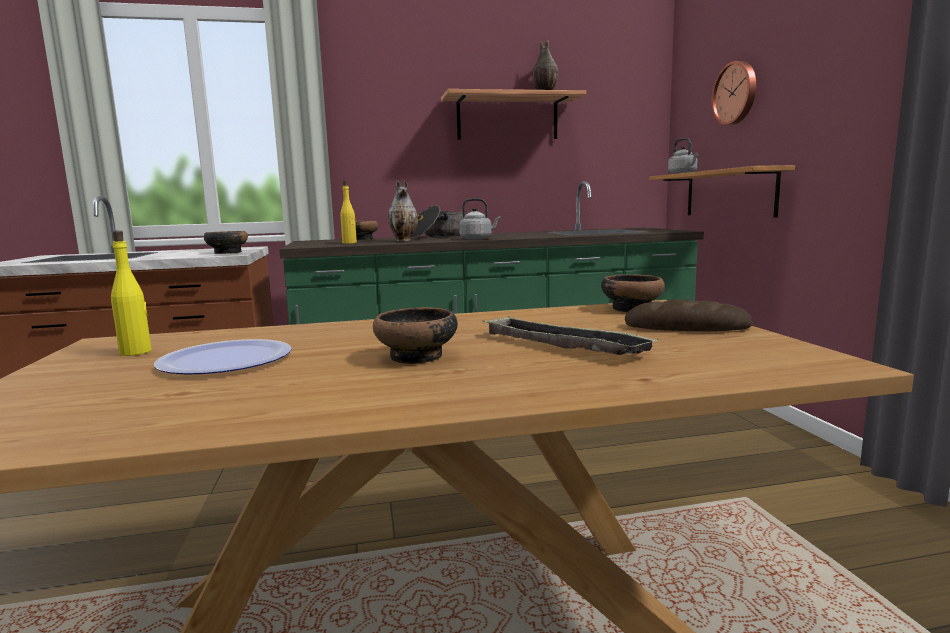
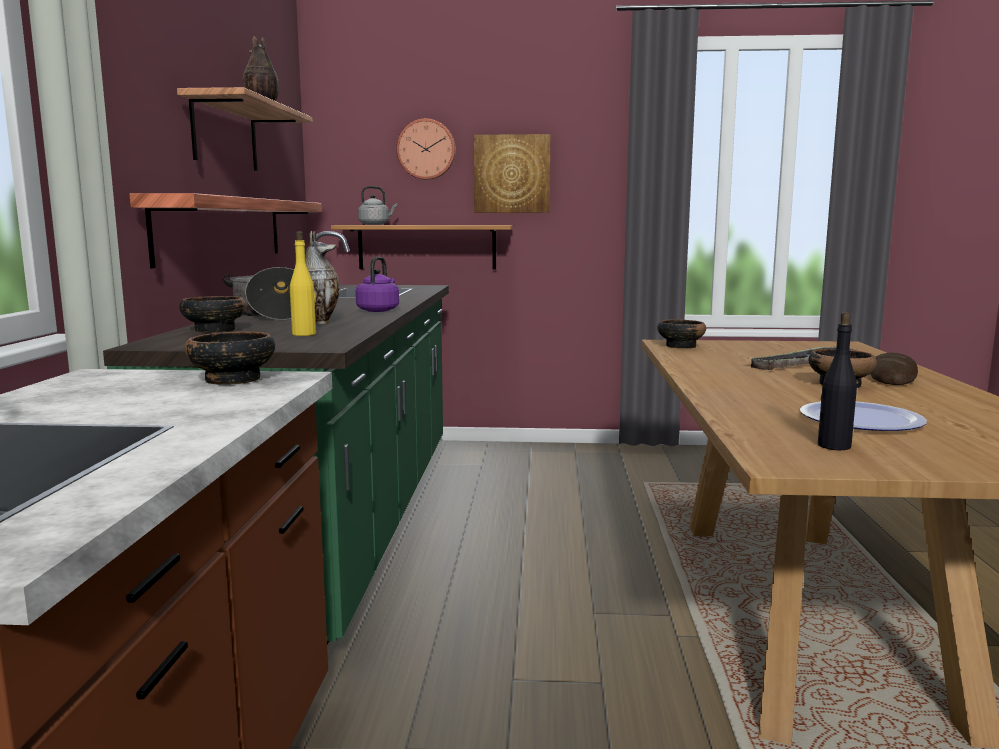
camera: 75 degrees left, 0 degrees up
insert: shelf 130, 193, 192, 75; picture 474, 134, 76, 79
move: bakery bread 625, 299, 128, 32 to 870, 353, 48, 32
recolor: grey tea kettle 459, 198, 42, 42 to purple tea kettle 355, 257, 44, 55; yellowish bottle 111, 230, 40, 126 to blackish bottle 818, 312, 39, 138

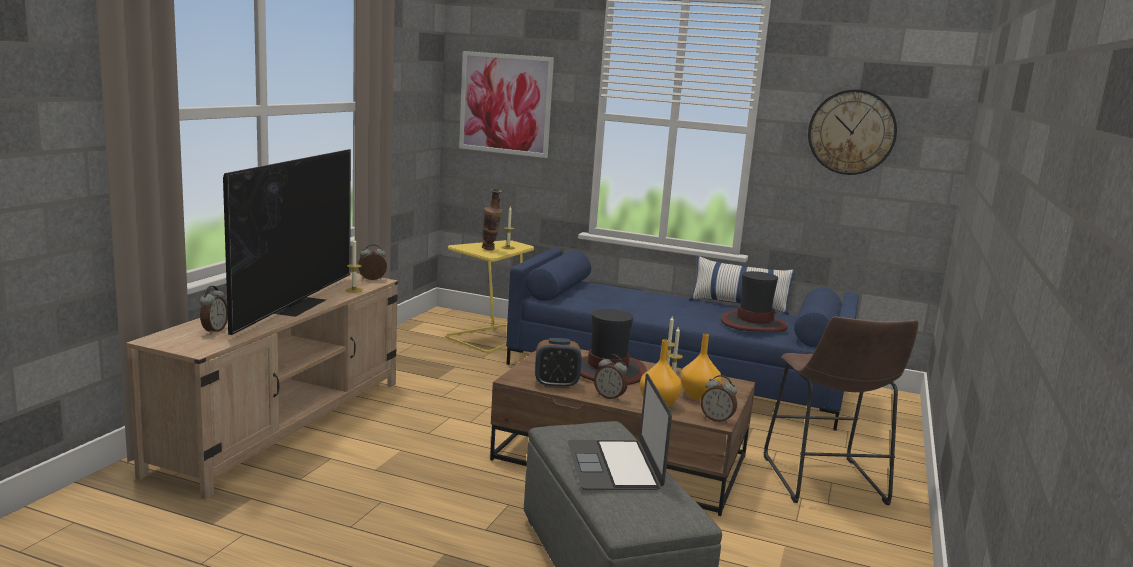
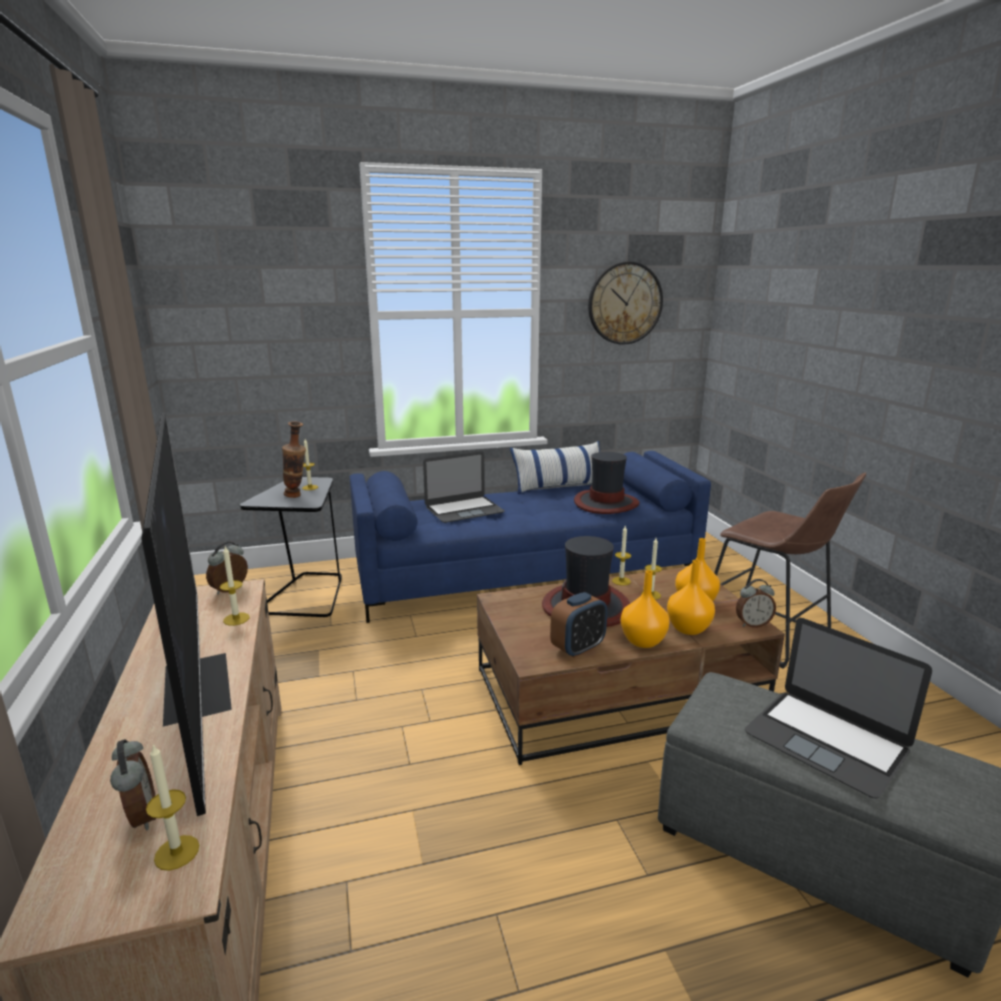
camera: 35 degrees left, 5 degrees up
delete: picture 459, 51, 95, 107
insert: wax light 146, 744, 53, 127; notebook computer 423, 451, 82, 72
replace: table clock 594, 354, 34, 47 to orange-coloured flower vase 621, 570, 49, 78
recolor: yellowish side table 445, 240, 89, 113 to blackish side table 240, 477, 102, 141

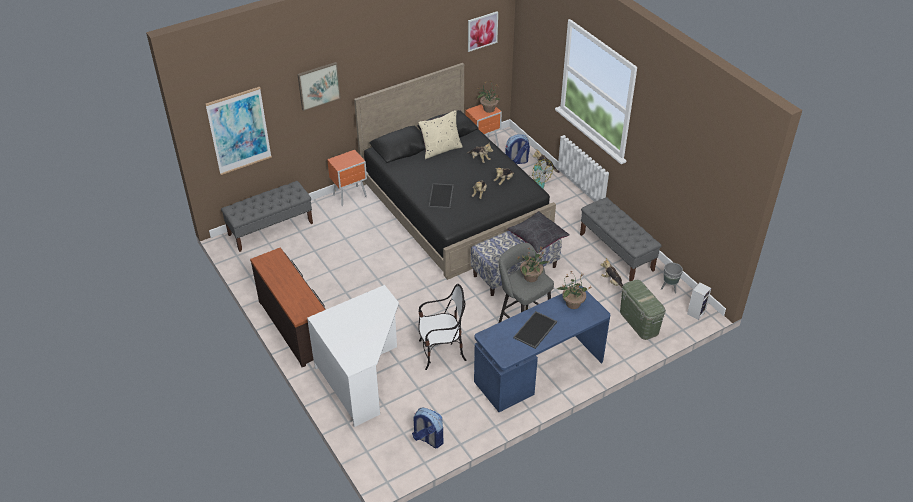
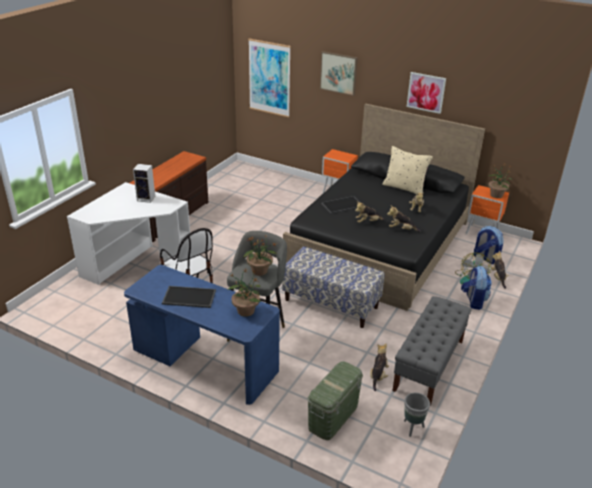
camera: 60 degrees right, 10 degrees down
delete: grey indoor bench 221, 181, 92, 71; blackish throw pillow 507, 211, 62, 42
move: loudspeaker 687, 283, 24, 37 to 133, 164, 22, 39; picture 468, 11, 30, 41 to 406, 72, 40, 42; rucksack 412, 407, 32, 41 to 461, 266, 31, 44

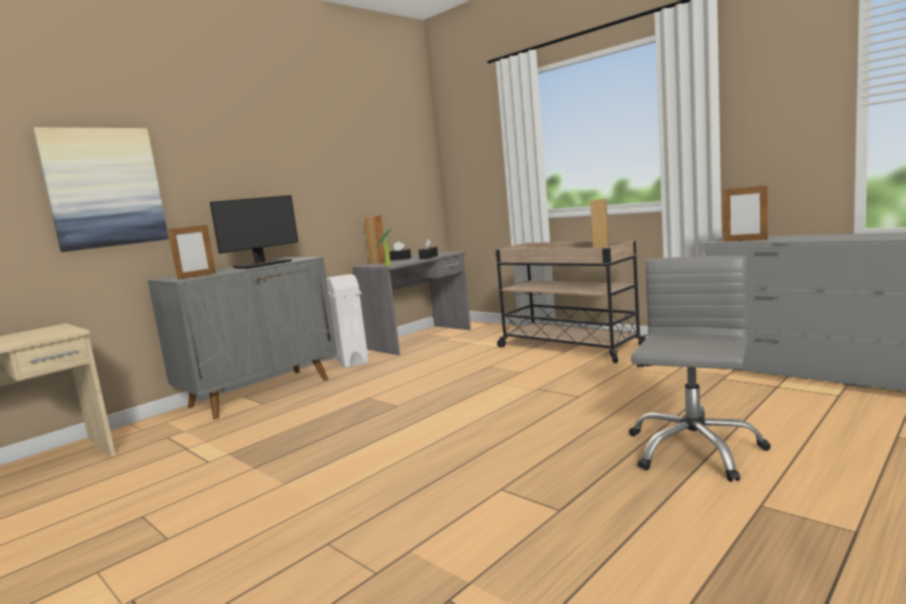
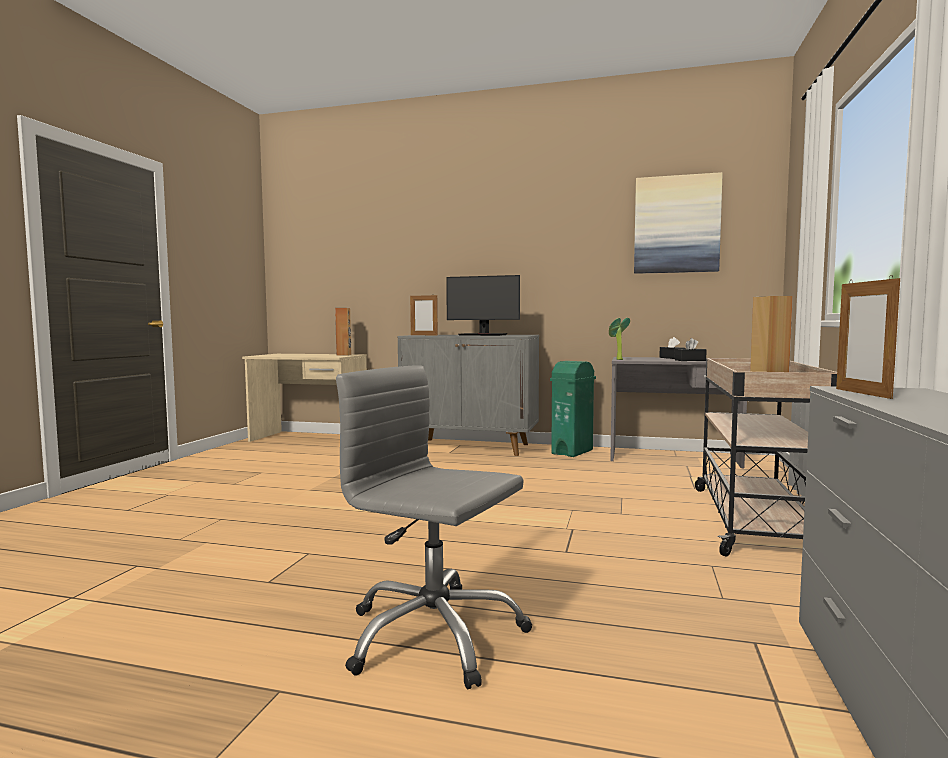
camera: 60 degrees right, 5 degrees down
move: brown-coloured loudspeaker 364, 216, 21, 48 to 335, 308, 16, 48; picture 33, 127, 136, 125 to 634, 172, 89, 102
recolor: white trash can 326, 274, 43, 94 to green-coloured trash can 550, 361, 46, 96
rotate: grey computer chair 629, 256, 142, 226 = 336, 365, 196, 324 150 degrees counterclockwise

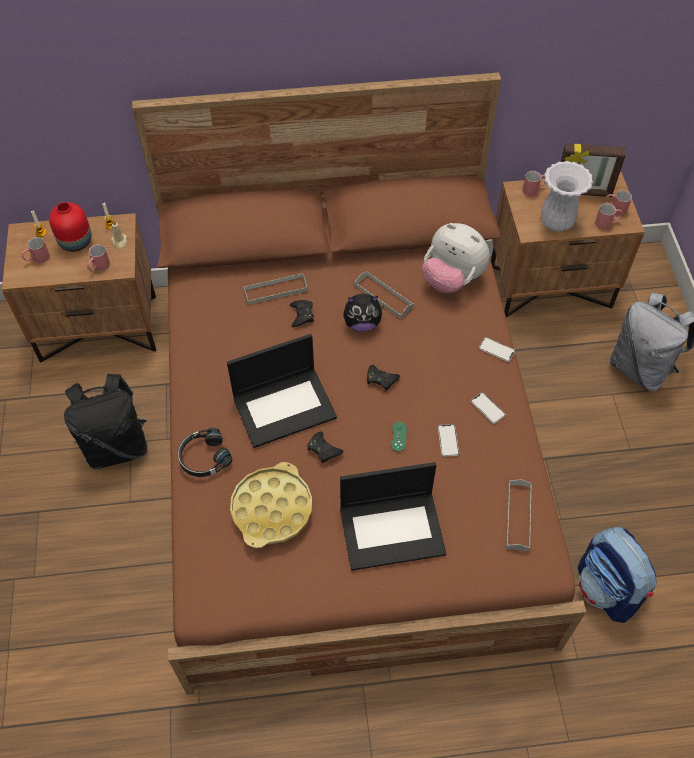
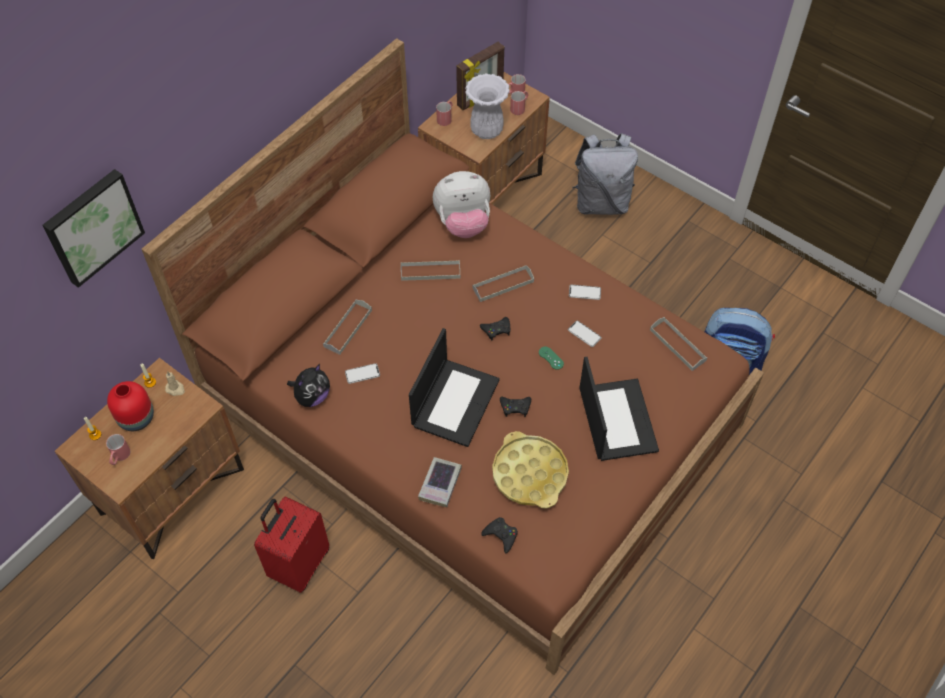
camera: 45 degrees left, 0 degrees up
delete: reddish mug 87, 244, 23, 28
insert: picture 43, 169, 102, 119; grey serving tray 472, 265, 62, 37
move: soft toy 343, 294, 41, 38 to 287, 364, 43, 43; handset 479, 337, 36, 25 to 345, 363, 35, 21; blackish gamepad 290, 300, 24, 27 to 481, 517, 37, 36
replace: blackish rucksack 64, 374, 83, 95 to reddish piece of luggage 254, 496, 75, 97; blackish pair of headphones 178, 428, 54, 49 to book 418, 457, 44, 50
rotate: notebook computer 340, 462, 106, 109 = 579, 357, 80, 104 45 degrees counterclockwise

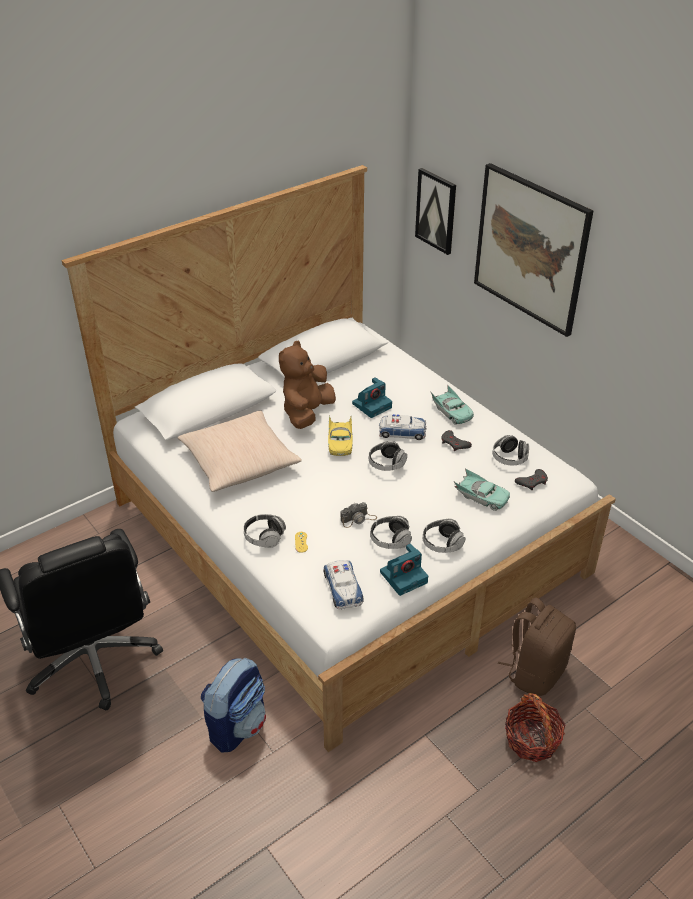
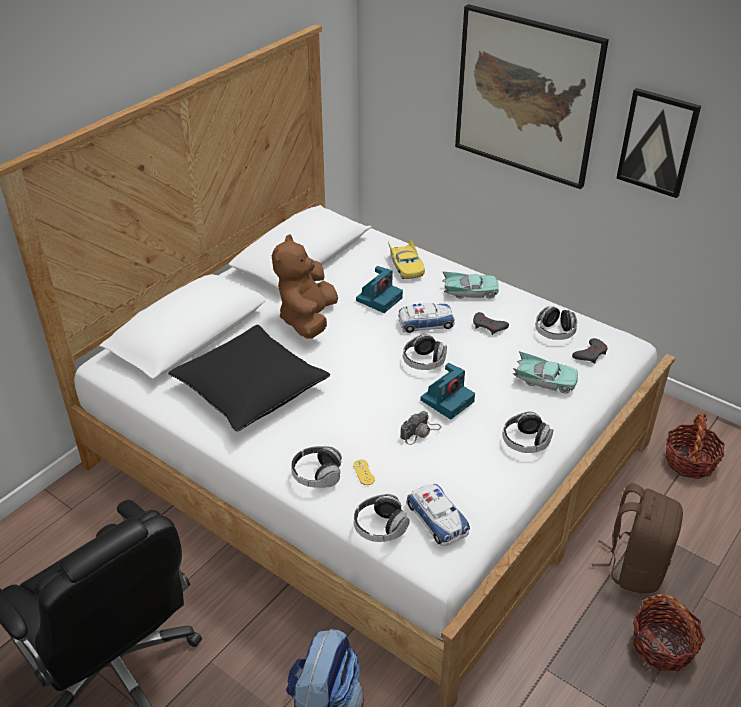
camera: 15 degrees left, 0 degrees up
insert: basket 665, 414, 60, 65
move: pair of headphones 370, 516, 42, 33 to 354, 494, 56, 48; yellowish toy car 328, 415, 25, 41 to 388, 238, 37, 41; still camera 380, 543, 48, 53 to 421, 363, 54, 56; picture 415, 168, 41, 87 to 616, 88, 85, 110
recolor: sand-coloured throw pillow 177, 411, 125, 81 to blackish throw pillow 168, 325, 162, 107
rotate: turquoise-coloured toy car 430, 386, 44, 39 = 442, 271, 57, 28 45 degrees counterclockwise

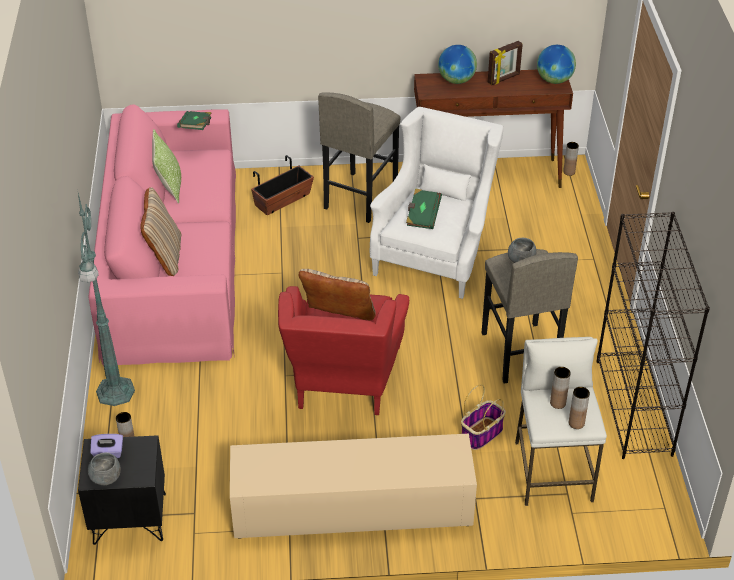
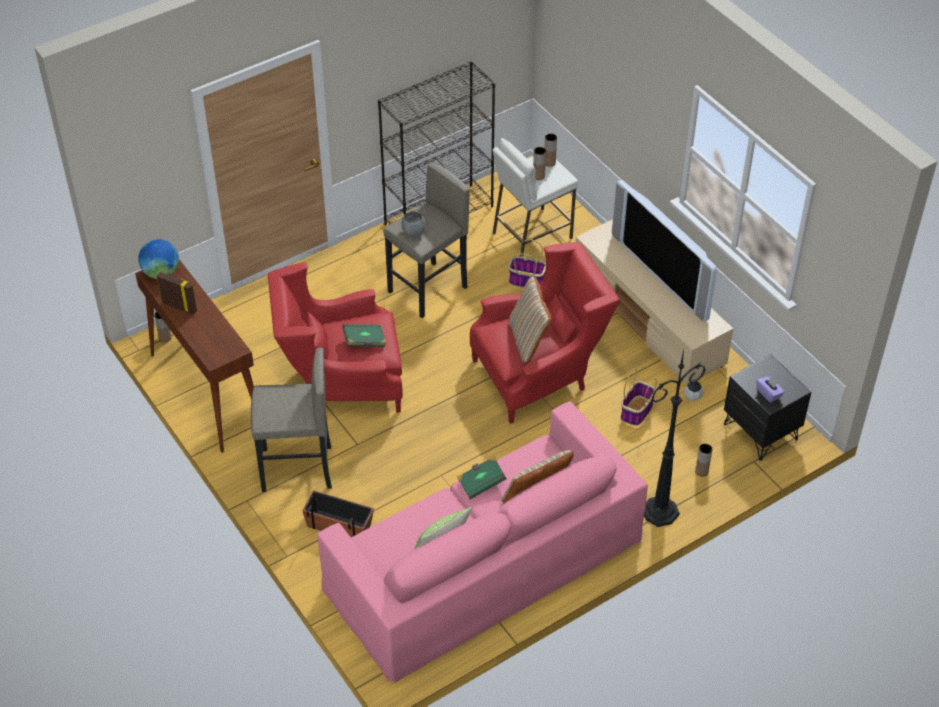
camera: 120 degrees left, 5 degrees up
delete: grey bowl 88, 453, 33, 32; world globe 438, 45, 39, 39
insert: television 612, 180, 105, 142; basket 621, 369, 36, 57
move: green-coloured book 177, 111, 35, 19 to 457, 456, 49, 43
recolor: white lounge chair 370, 107, 133, 192 to reddish lounge chair 268, 262, 135, 151; green-coloured standard lamp 78, 193, 57, 213 to blackish standard lamp 644, 349, 62, 178

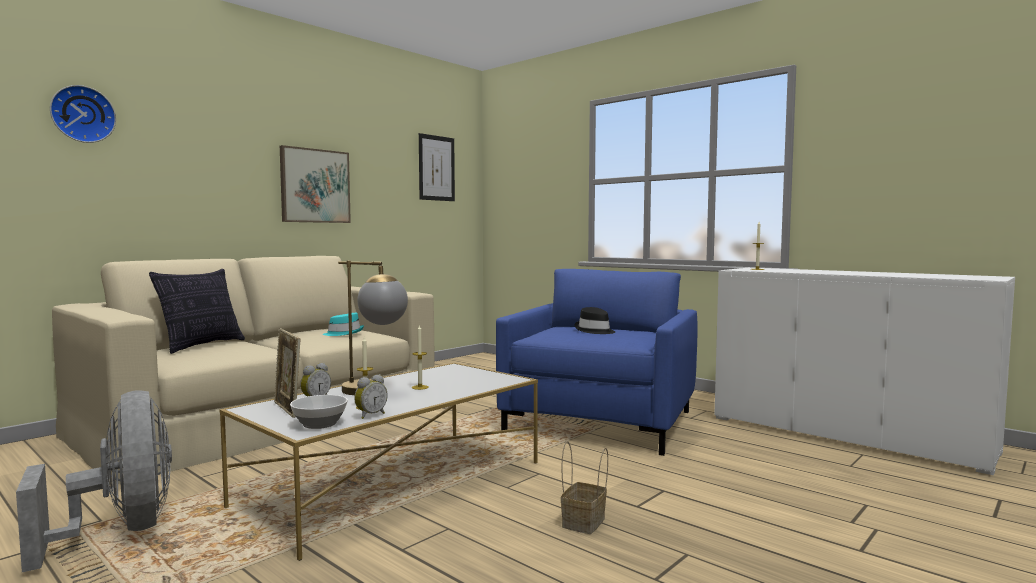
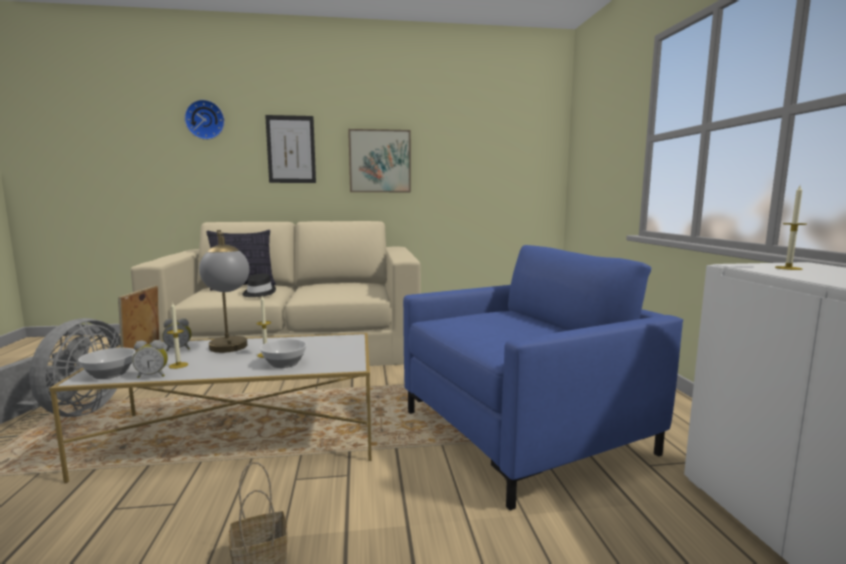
camera: 40 degrees right, 5 degrees up
delete: turquoise-coloured clothing hat 323, 313, 41, 23
insert: bowl 260, 339, 47, 29
move: blackish clothing hat 575, 307, 40, 27 to 242, 274, 34, 23; picture 419, 133, 36, 68 to 265, 115, 51, 68

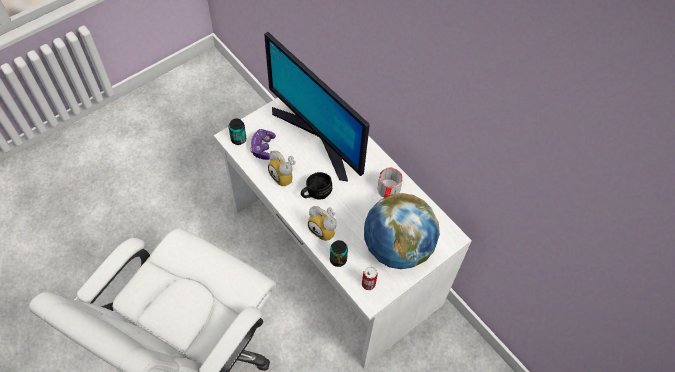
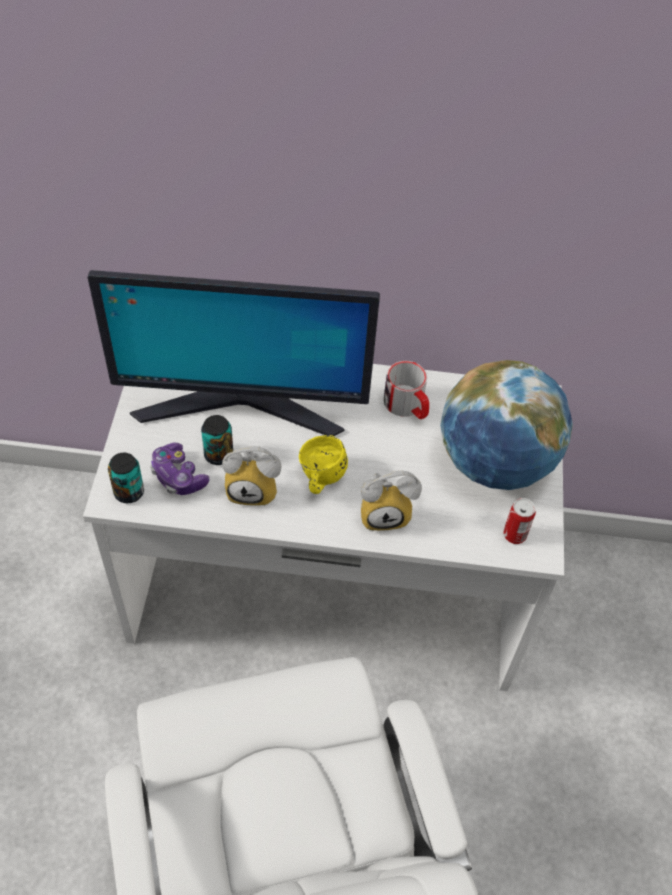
camera: 45 degrees left, 5 degrees down
move: can 330, 240, 18, 27 to 201, 415, 32, 50
recolor: blackish mug 301, 172, 31, 28 to yellowish mug 299, 435, 49, 59

